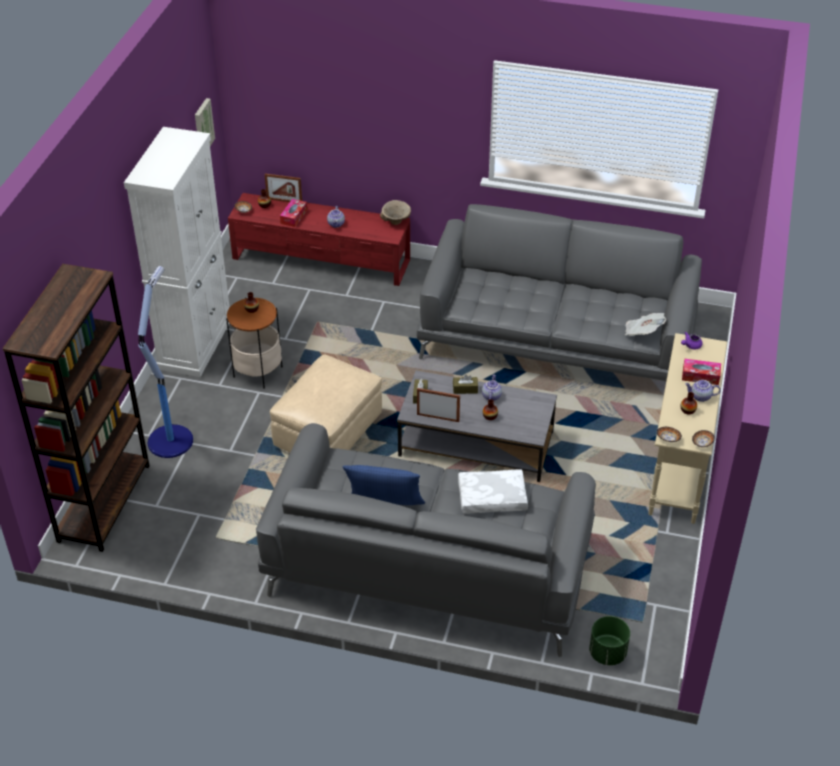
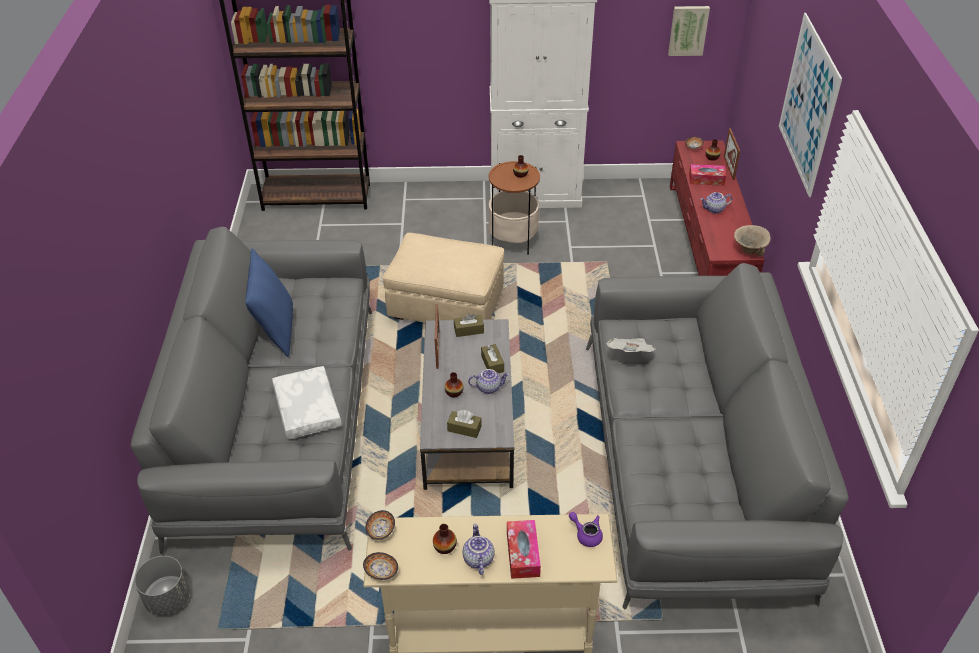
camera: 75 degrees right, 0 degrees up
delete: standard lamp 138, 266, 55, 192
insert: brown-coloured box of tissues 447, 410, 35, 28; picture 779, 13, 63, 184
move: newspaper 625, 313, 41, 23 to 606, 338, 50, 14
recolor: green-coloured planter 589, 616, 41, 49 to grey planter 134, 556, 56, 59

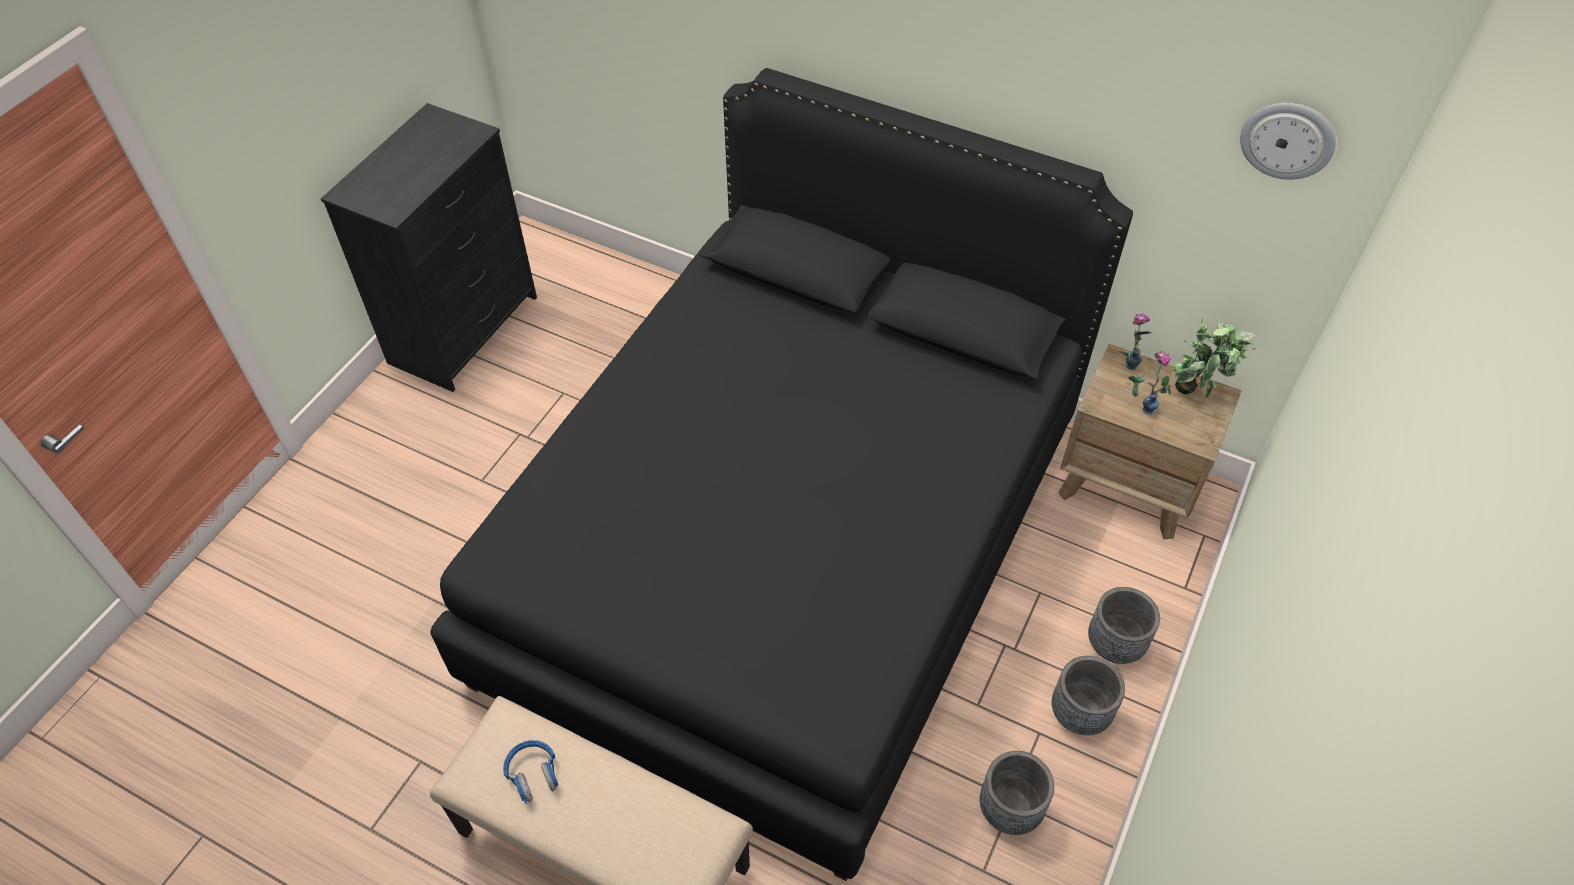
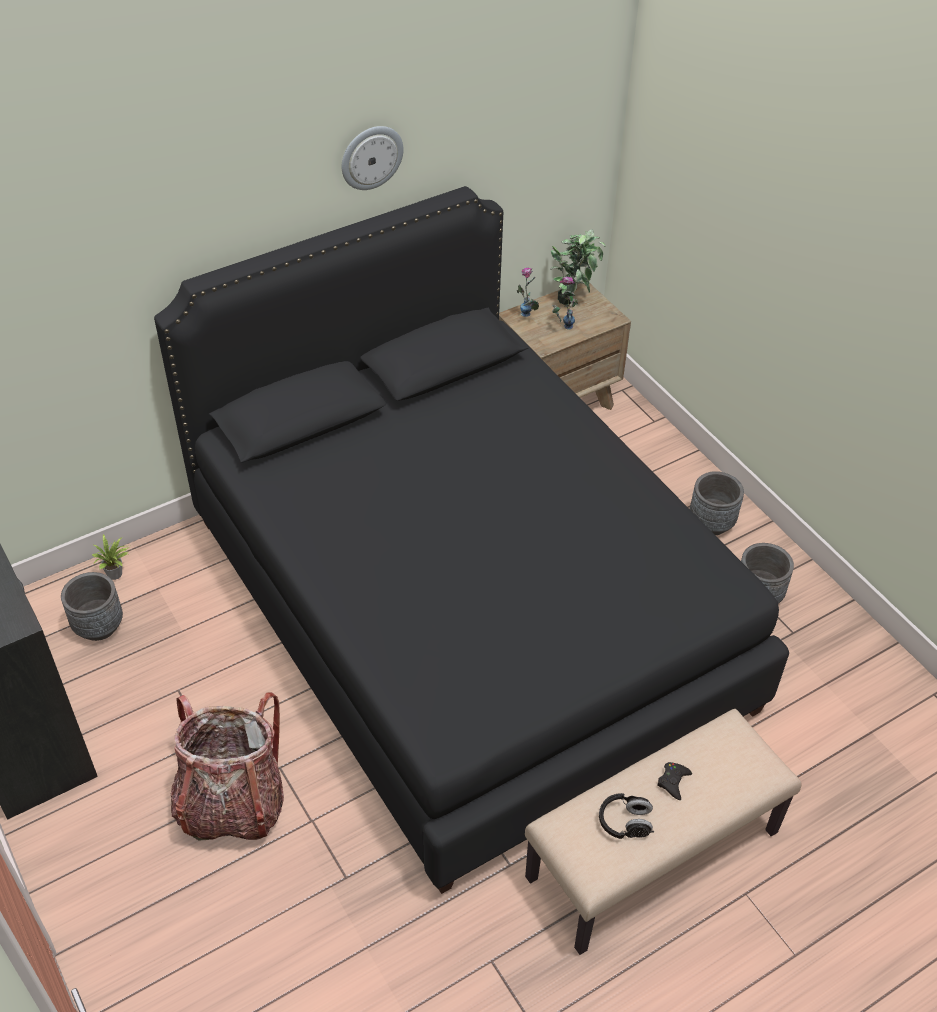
camera: 60 degrees left, 5 degrees down
insert: plant in a pot 92, 534, 36, 46; rucksack 171, 692, 113, 148; blackish gamepad 657, 762, 35, 38
move: grey planter 1088, 587, 72, 77 to 61, 572, 62, 69; clock on the wall 1240, 103, 96, 77 to 342, 126, 62, 64
recolor: blue pair of headphones 503, 740, 55, 64 to blackish pair of headphones 599, 793, 55, 46

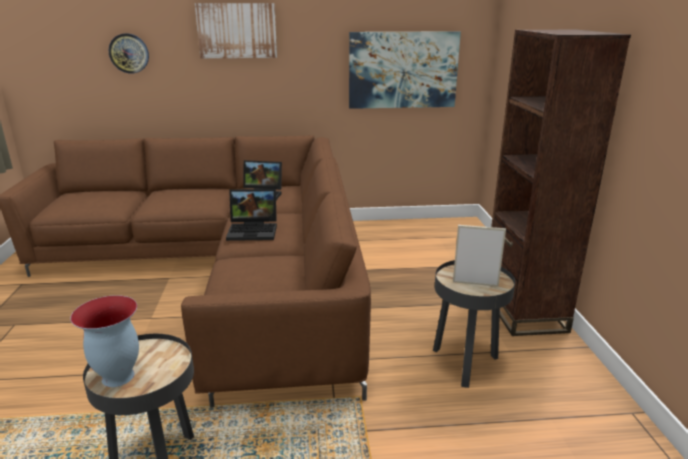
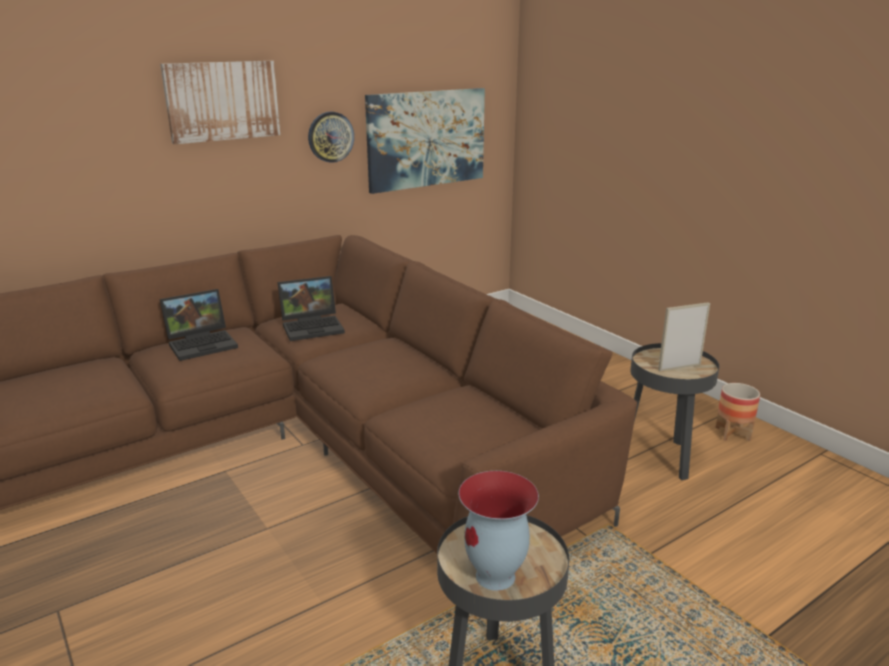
camera: 30 degrees left, 0 degrees up
delete: brown-coloured shelving unit 491, 30, 140, 306
insert: planter 715, 383, 45, 59
move: notebook computer 226, 189, 51, 52 to 160, 289, 78, 72; clock on the wall 109, 33, 40, 41 to 308, 111, 46, 52

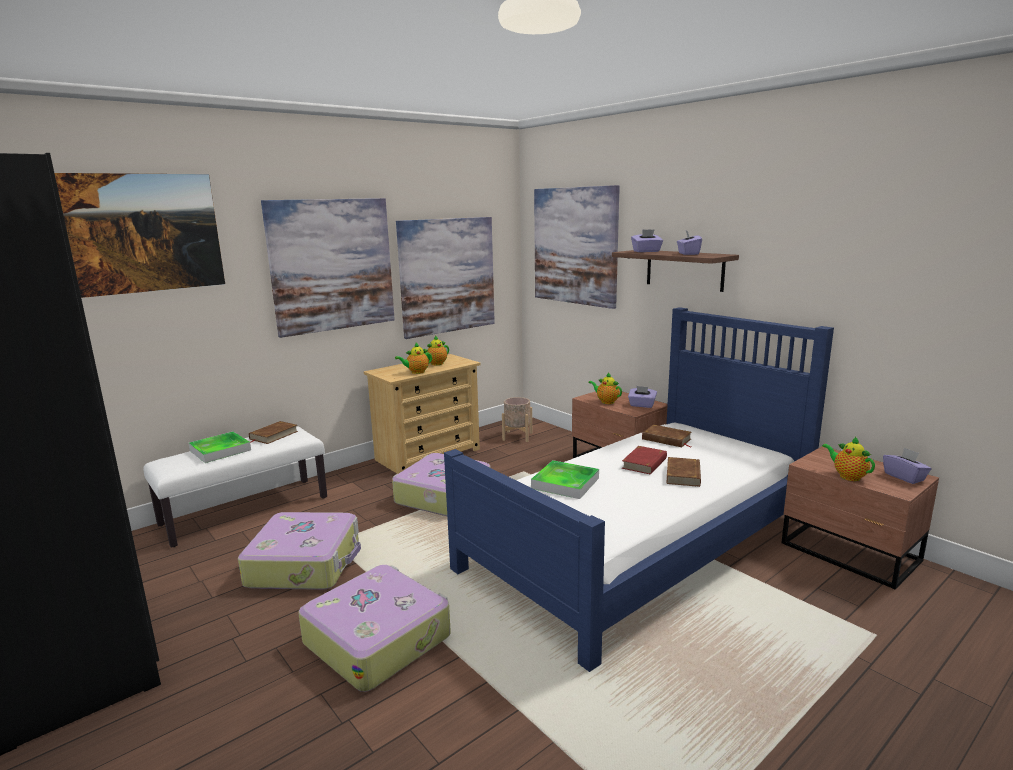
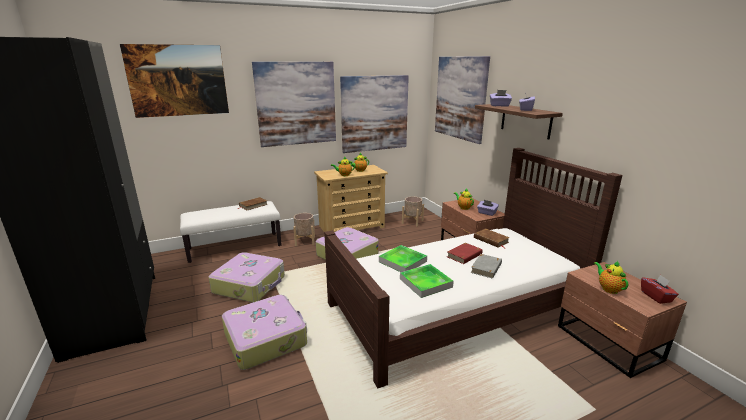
camera: 15 degrees right, 5 degrees up
insert: sand-coloured planter 293, 213, 22, 33
move: serving tray 188, 431, 63, 32 to 400, 264, 54, 34
recolor: blue sleeping bed 444, 307, 390, 365 to brown-coloured sleeping bed 324, 148, 298, 240; brown-coloured book 666, 457, 35, 30 to grey book 470, 254, 32, 25; purple box of tissues 883, 448, 48, 36 to reddish box of tissues 641, 275, 38, 29

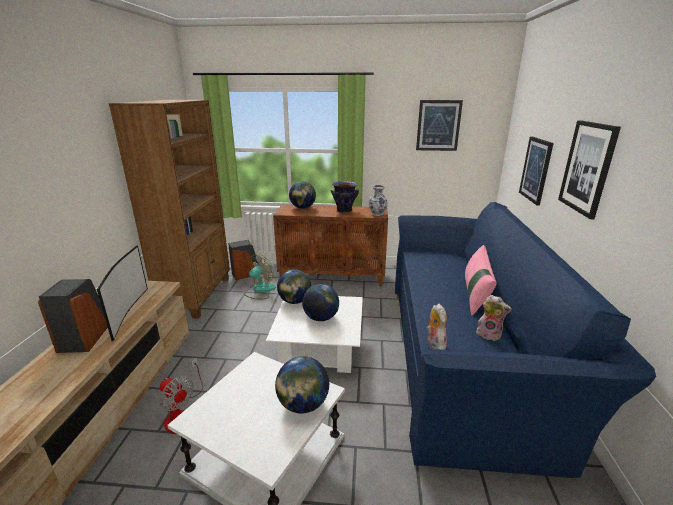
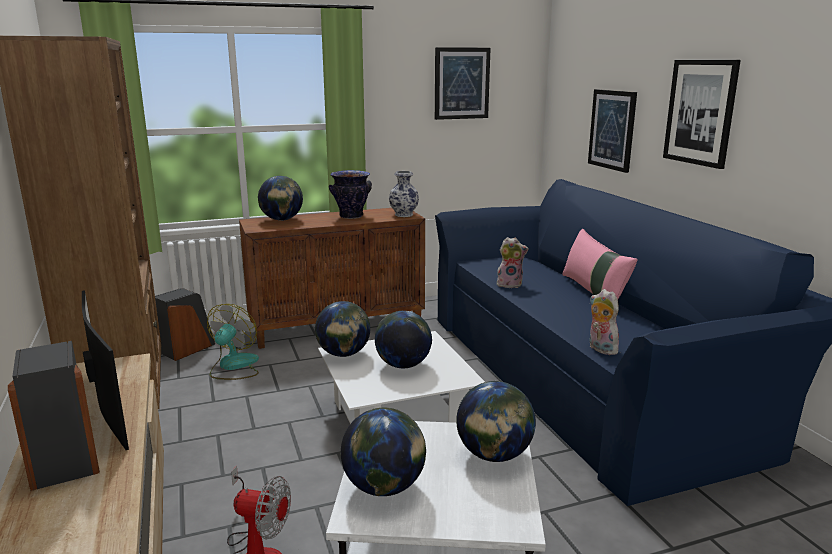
camera: 25 degrees left, 5 degrees down
insert: world globe 341, 407, 85, 89
move: soft toy 475, 295, 37, 46 to 497, 237, 32, 51

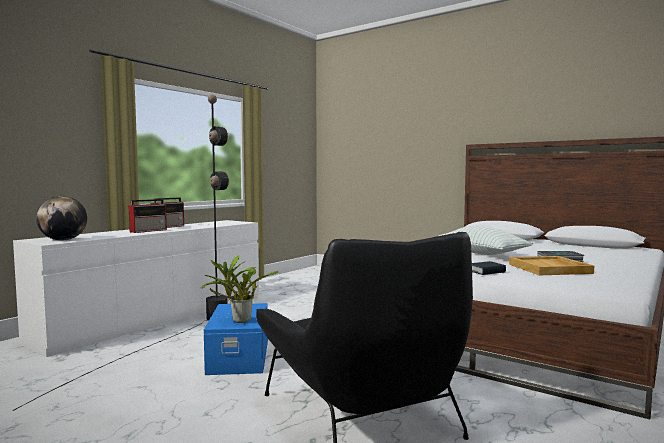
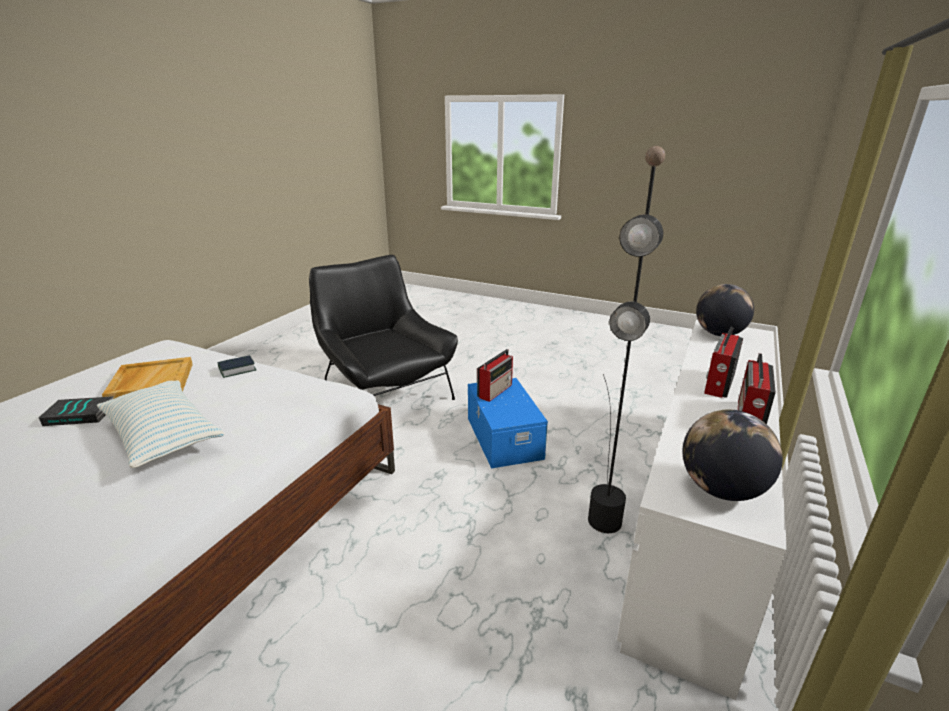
camera: 170 degrees right, 20 degrees up
insert: world globe 683, 410, 100, 91
replace: plant in a pot 201, 255, 78, 68 to radio receiver 477, 349, 36, 53

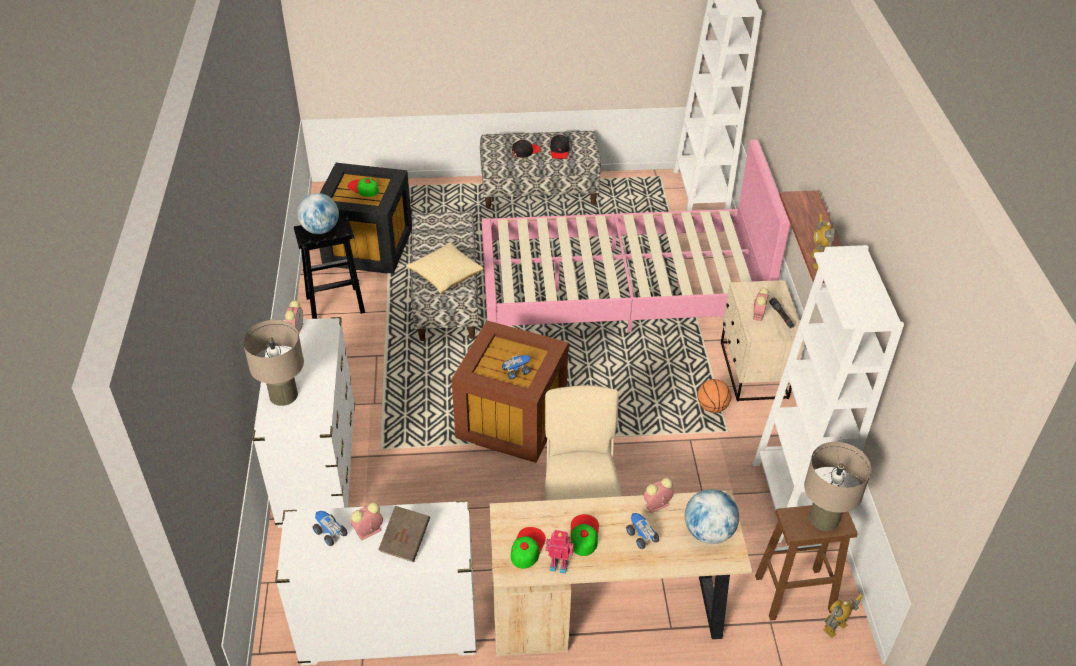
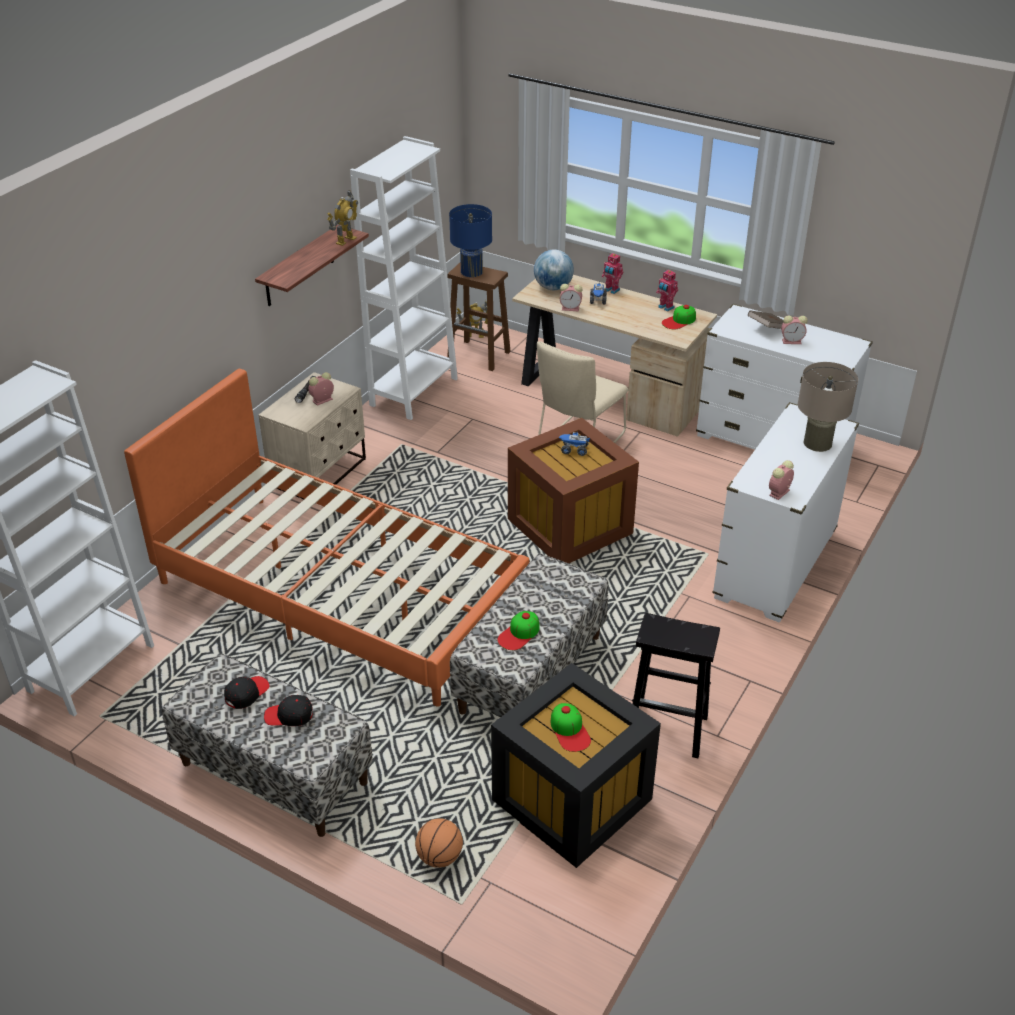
camera: 145 degrees left, 5 degrees down
delete: world globe 297, 193, 42, 41; toy truck 313, 511, 35, 35; throw pillow 406, 242, 78, 52
insert: toy robot 602, 253, 22, 41
move: basketball ball 697, 379, 34, 34 to 415, 818, 48, 50; baseball cap 570, 514, 29, 42 to 497, 611, 43, 39
recolor: pink sleeping bed 482, 140, 308, 193 to orange-coloured sleeping bed 124, 369, 405, 338; sand-coloured lamp for a table 804, 442, 68, 89 to blue lamp for a table 449, 204, 43, 73

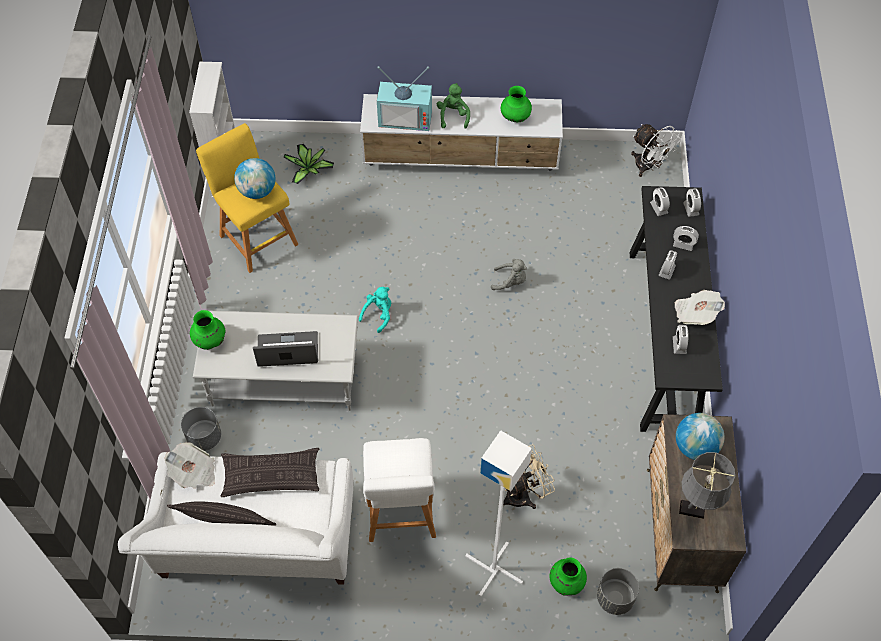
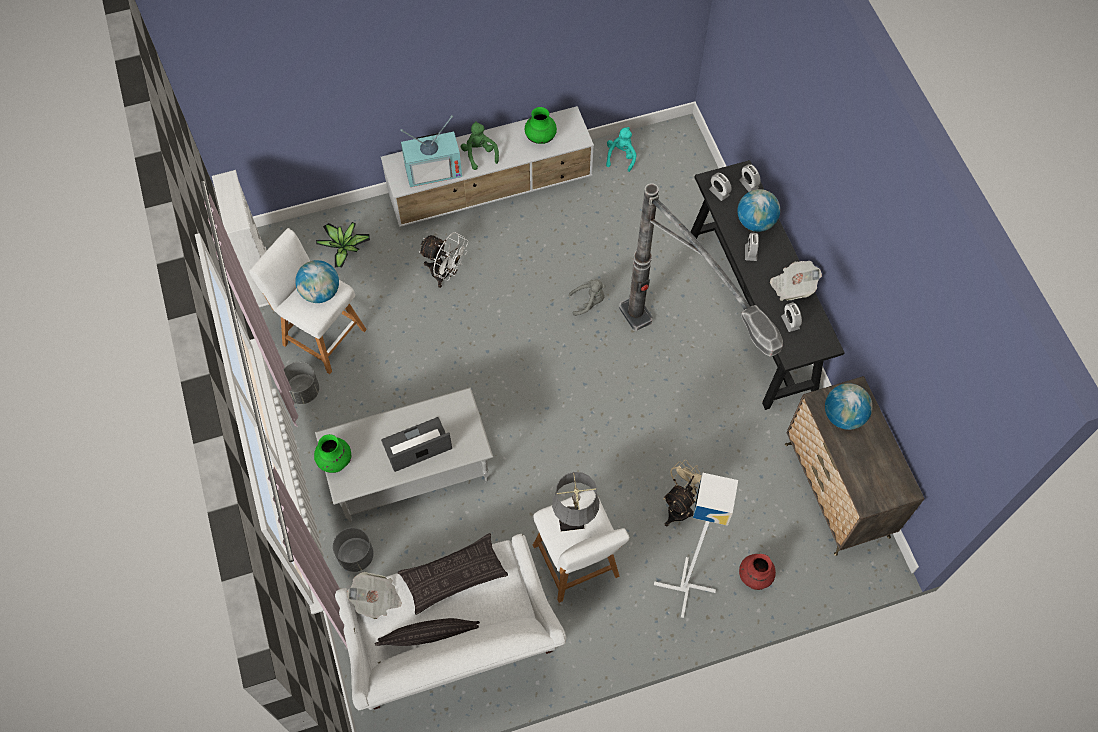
camera: 20 degrees left, 5 degrees up
insert: standard lamp 619, 183, 164, 174
move: grey planter 597, 568, 42, 47 to 283, 362, 36, 42; white fan 631, 124, 50, 53 to 418, 232, 50, 56; grey lamp for a table 679, 452, 56, 67 to 552, 472, 47, 60; turquoise-coloured soft toy 359, 287, 32, 46 to 606, 127, 30, 45
replace: table clock 673, 226, 26, 25 to world globe 737, 189, 43, 43
recolor: yellowish sitting stool 196, 123, 103, 150 to white sitting stool 249, 228, 118, 146; green-coloured flower vase 549, 557, 38, 39 to reddish flower vase 739, 554, 37, 36

